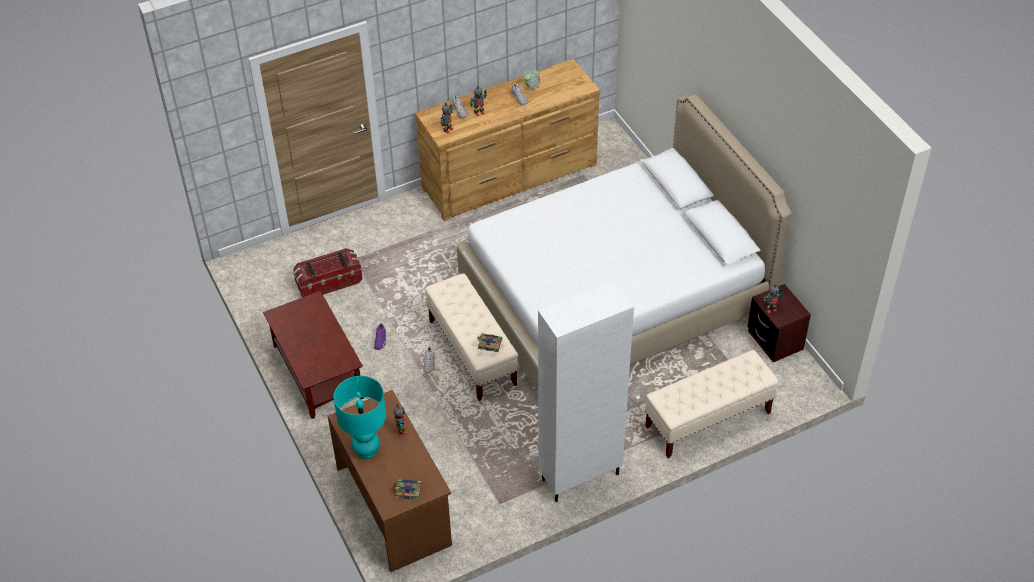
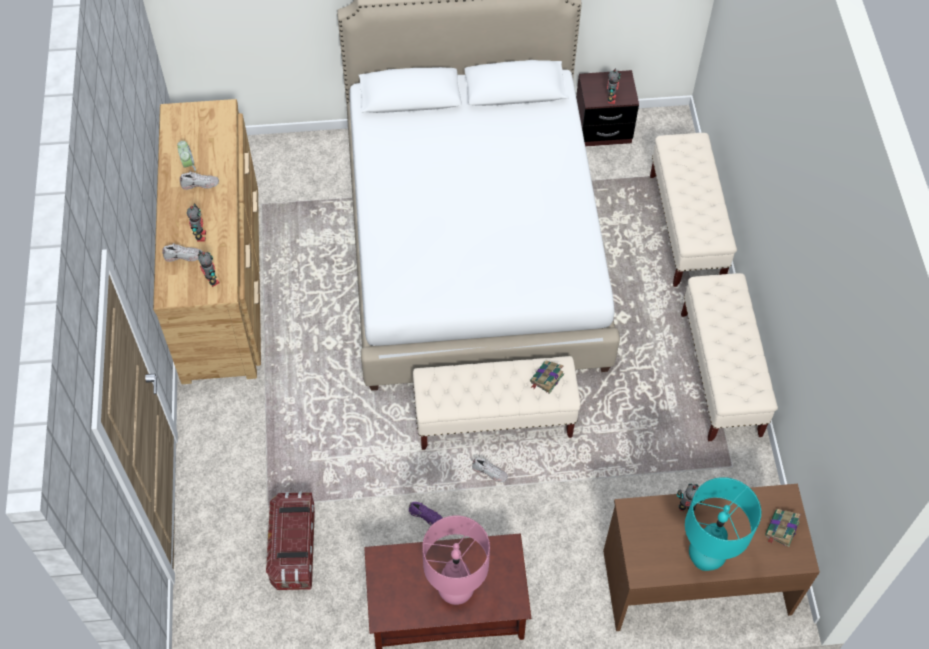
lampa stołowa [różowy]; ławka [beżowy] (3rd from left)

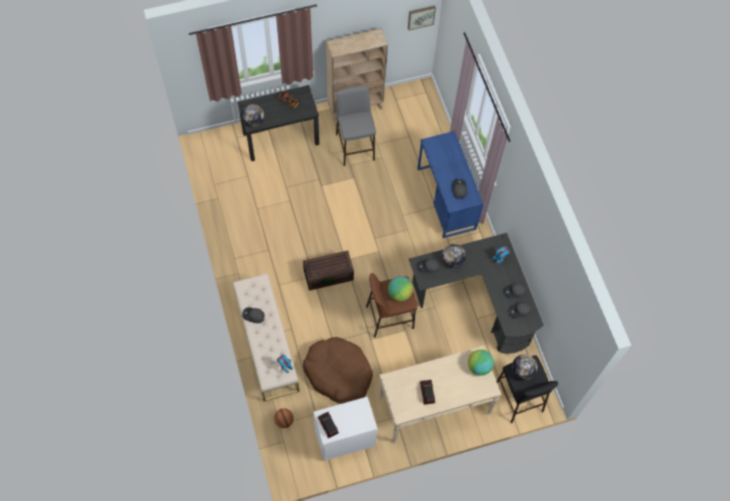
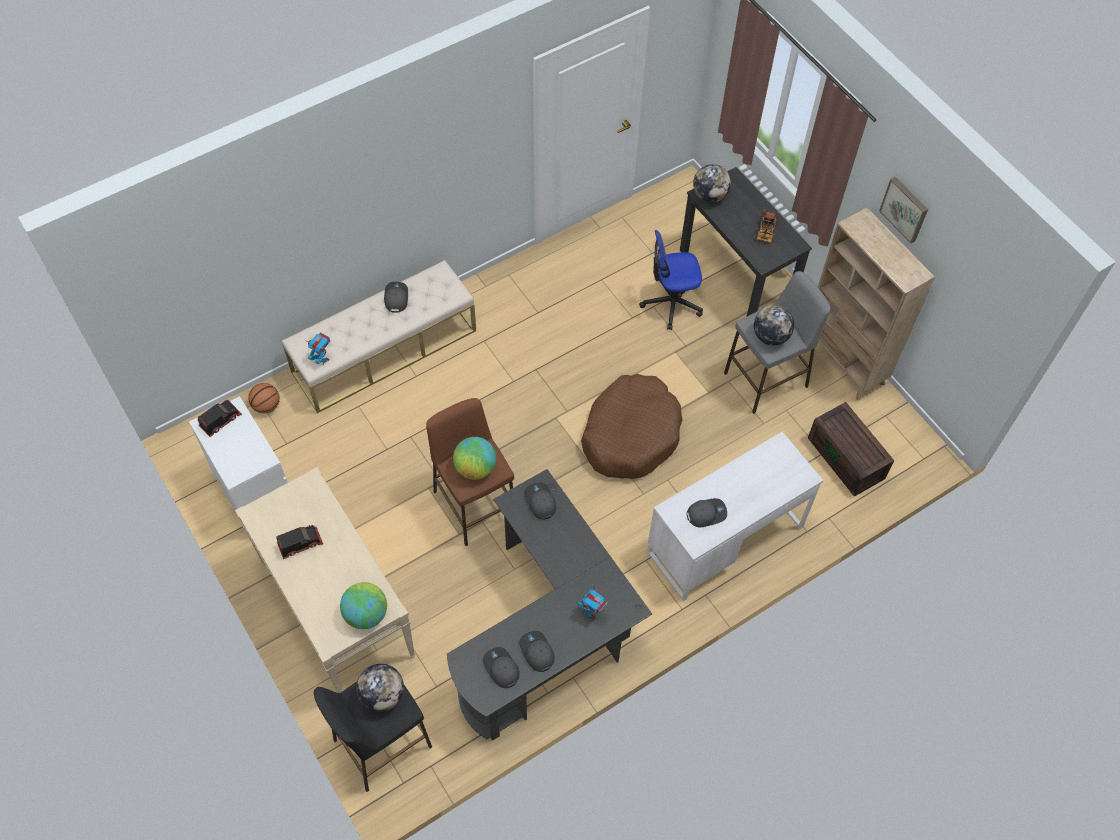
legowisko [brązowy]; krzesło biurowe; biurko [biały]; globus (5th from left); pojemnik do przechowywania [brązowy]; obraz

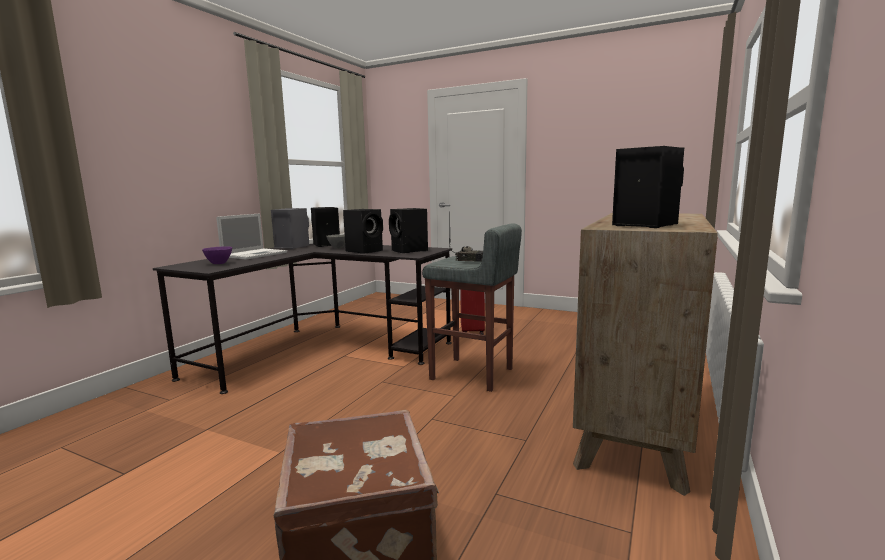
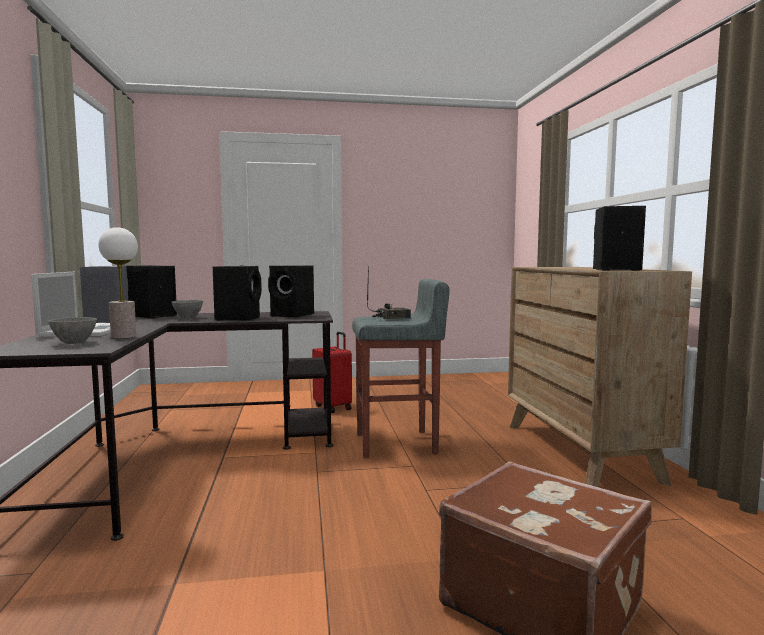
miska [szary] (1st from left); lampa stołowa

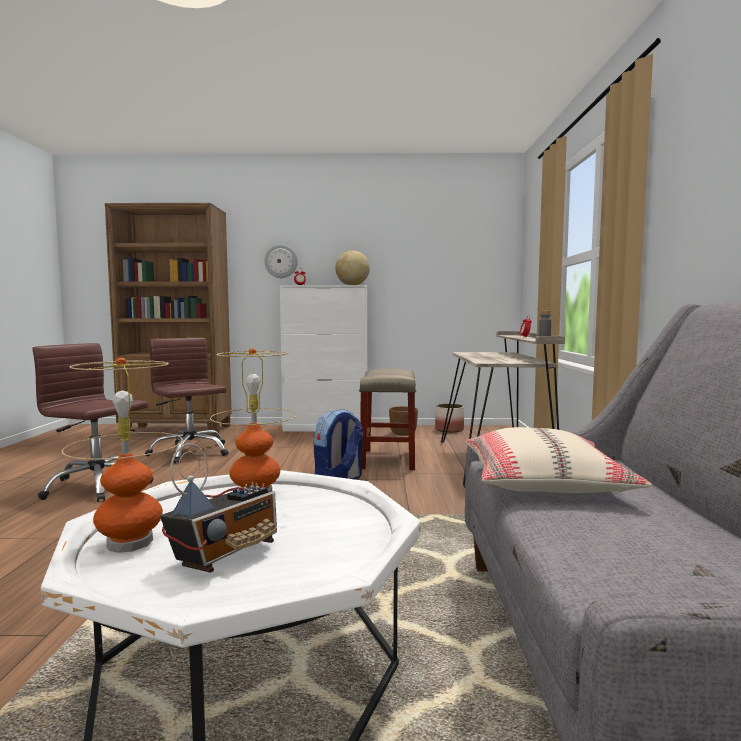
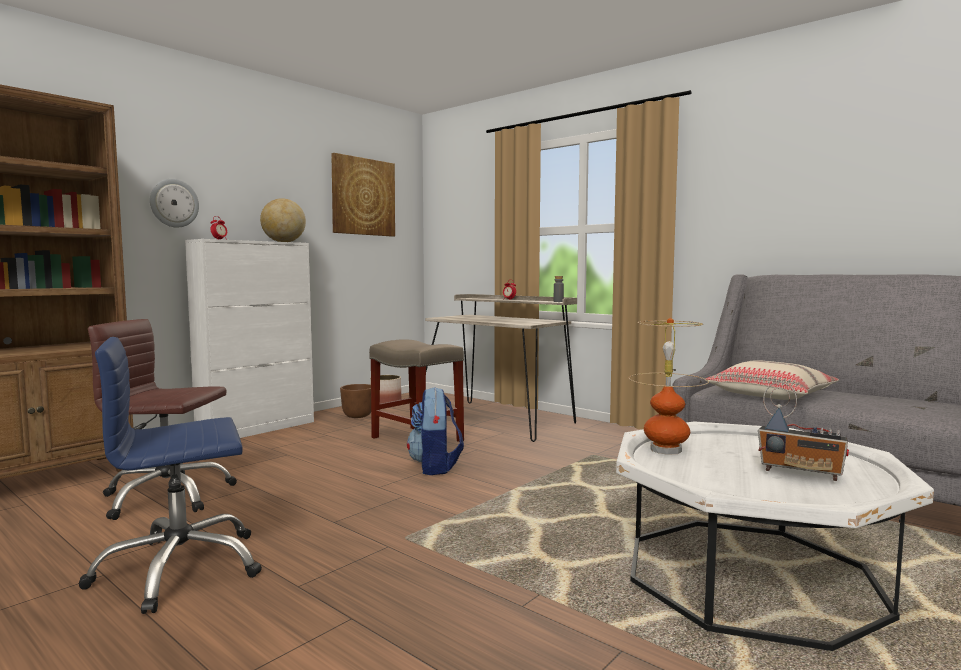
krzesło biurowe [niebieski]; obraz; radio; lampa stołowa (1st from left in the first image)

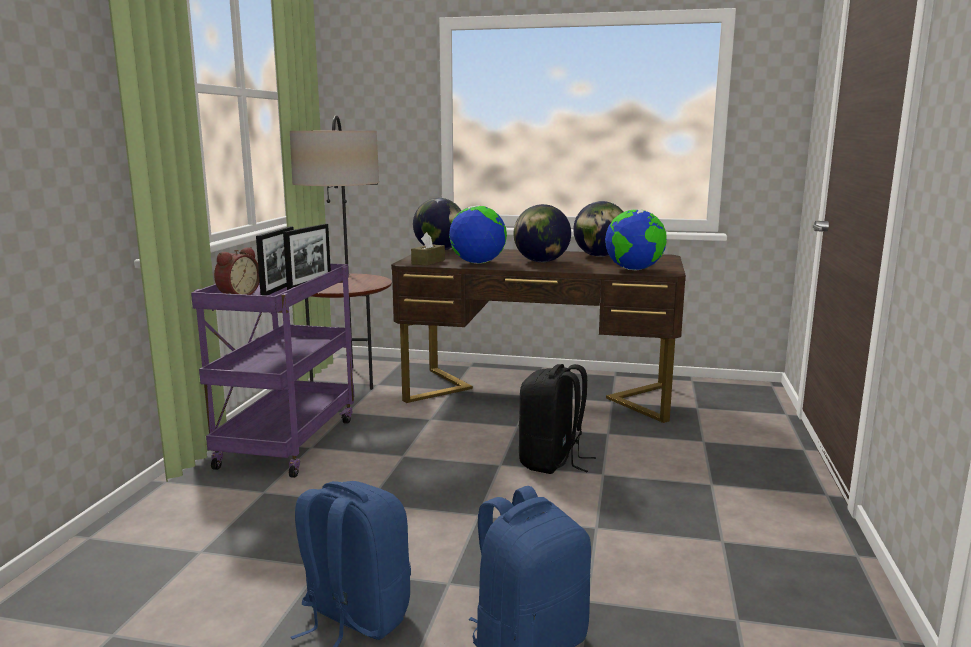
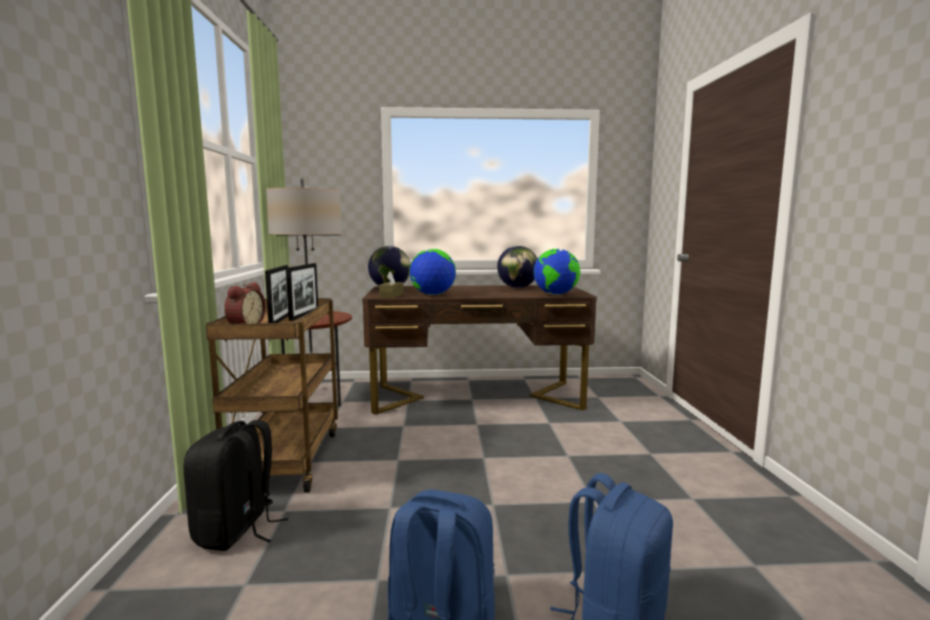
plecak [czarny]; wózek [brązowy]; globus (3rd from left in the first image)

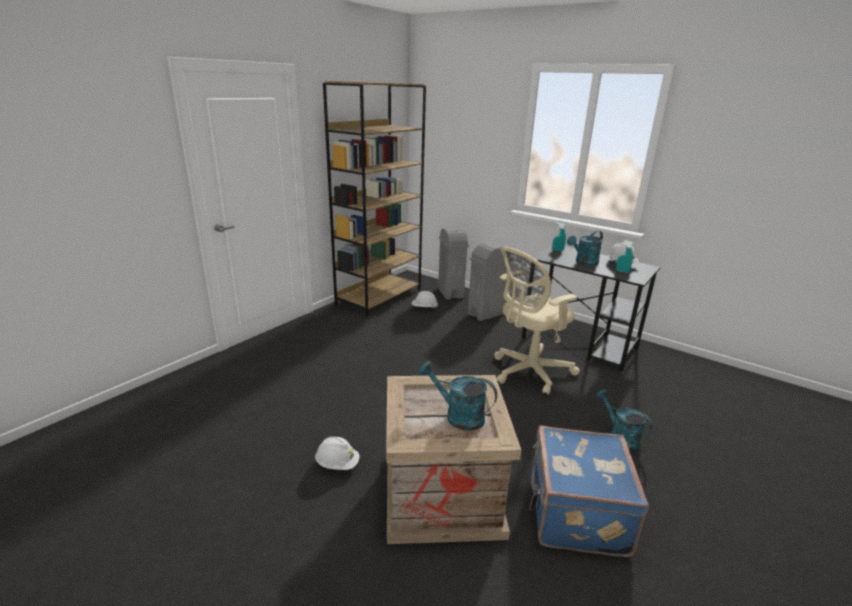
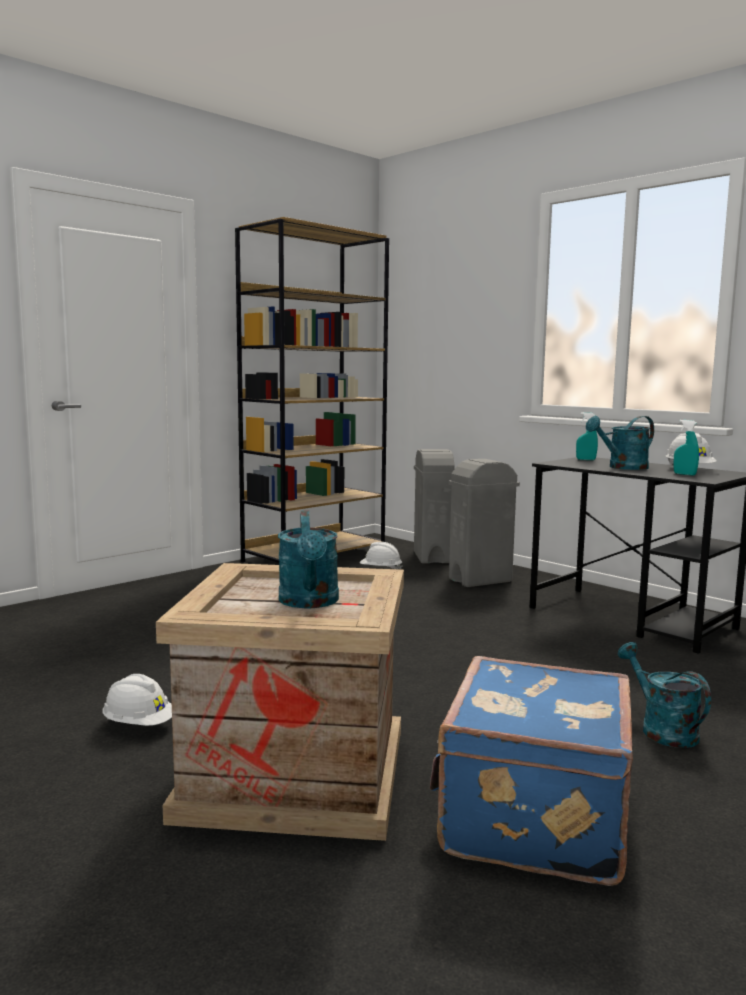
konewka [turkusowy] (1st from left); krzesło biurowe [beżowy]

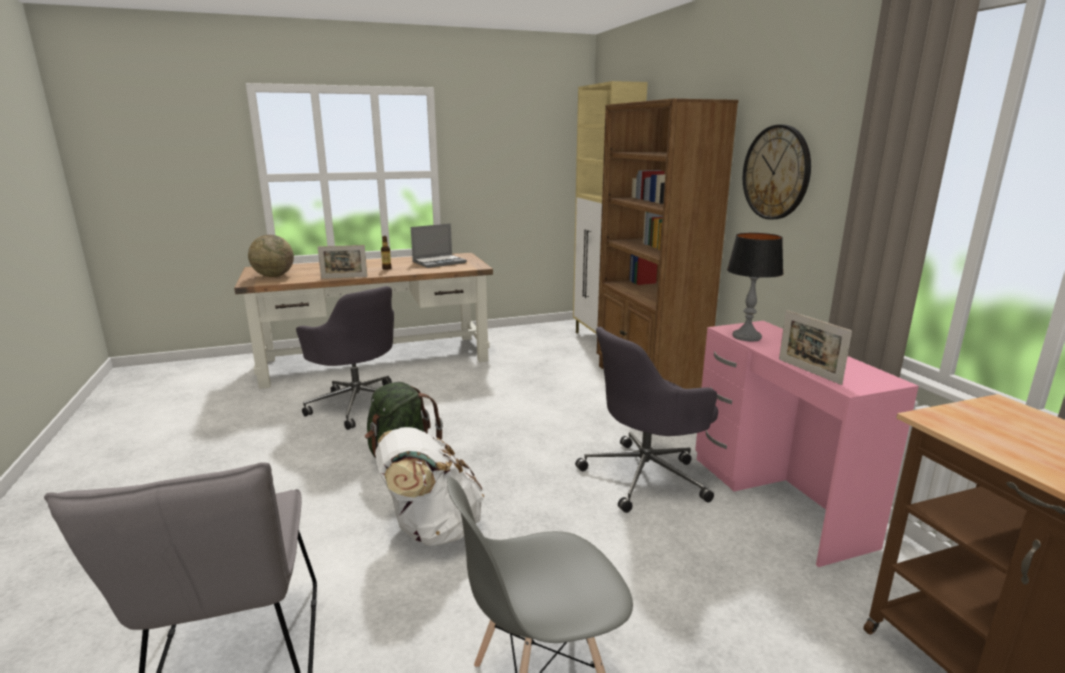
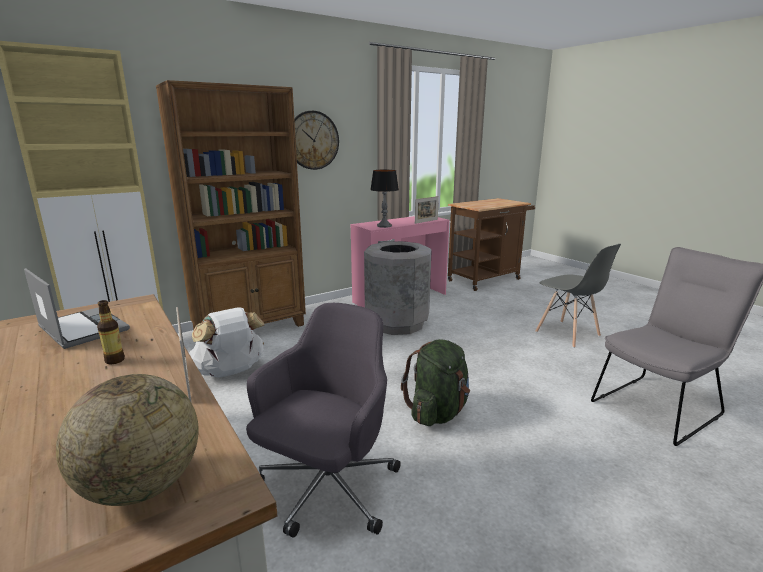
plecak [biały]; kosz na śmieci [szary]

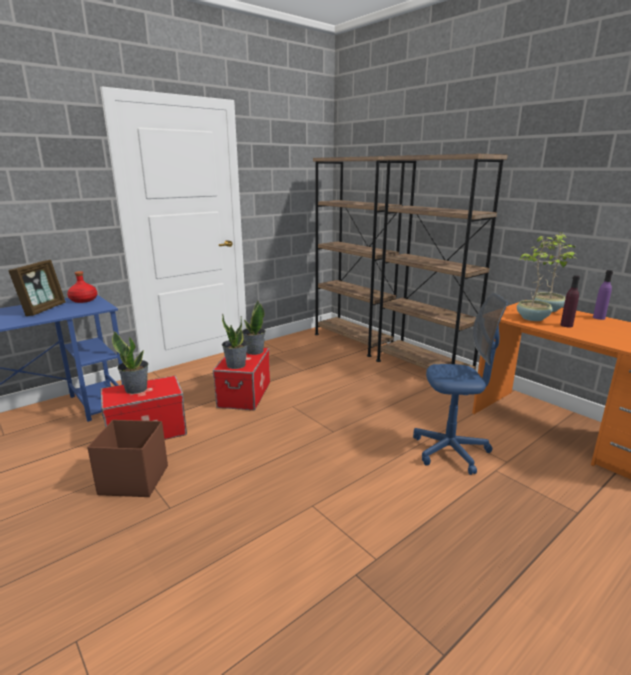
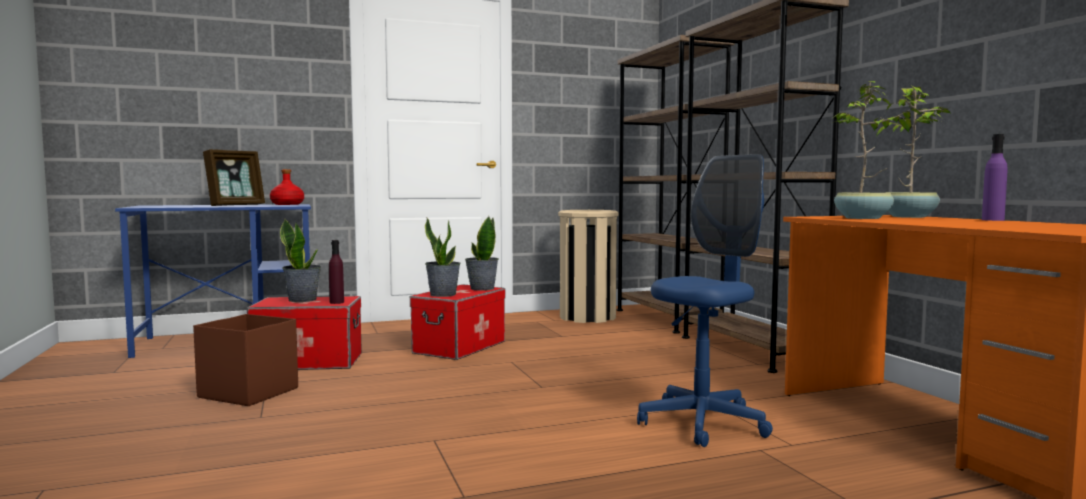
butelka [fioletowy] (1st from left); kosz na śmieci [beżowy]; krzesło biurowe [niebieski]

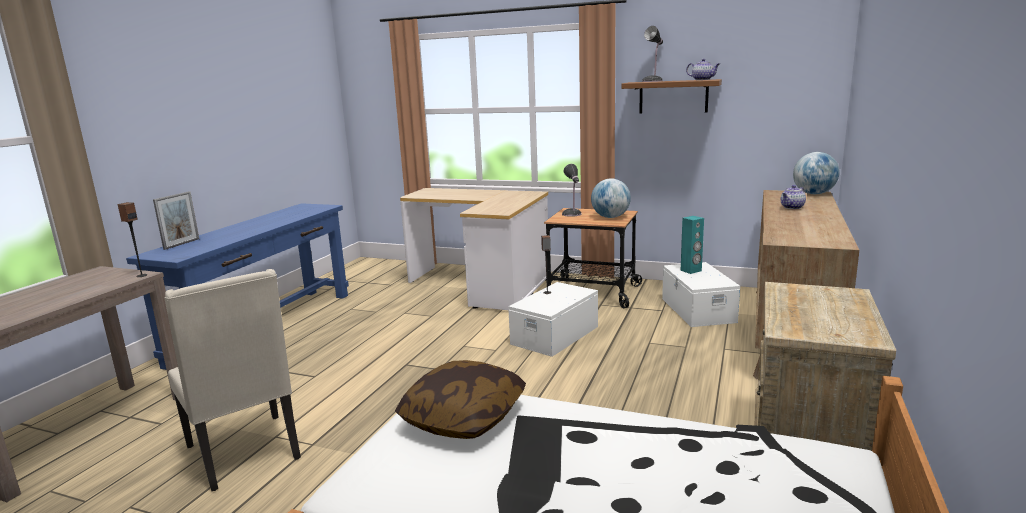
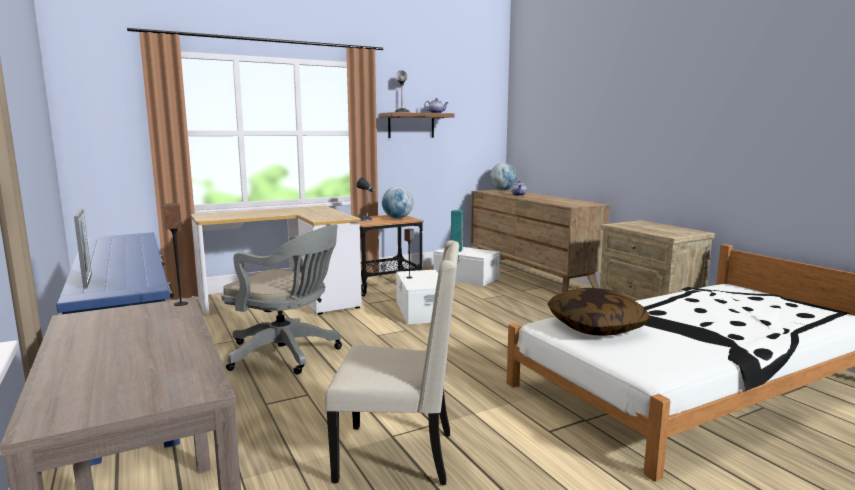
krzesło biurowe [szary]

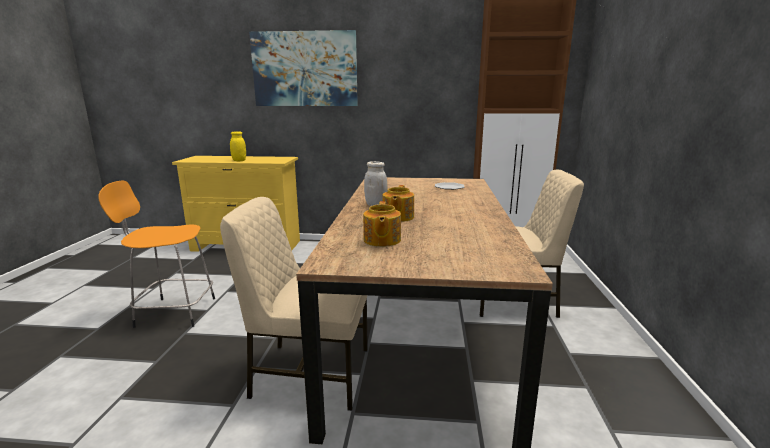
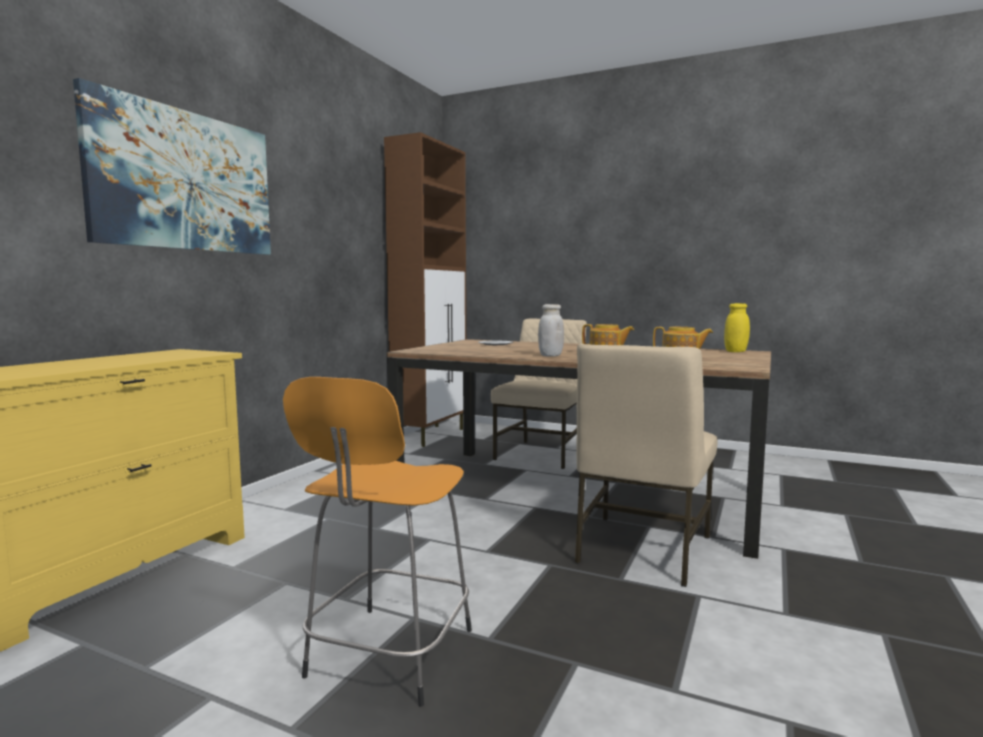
słoik [żółty]

